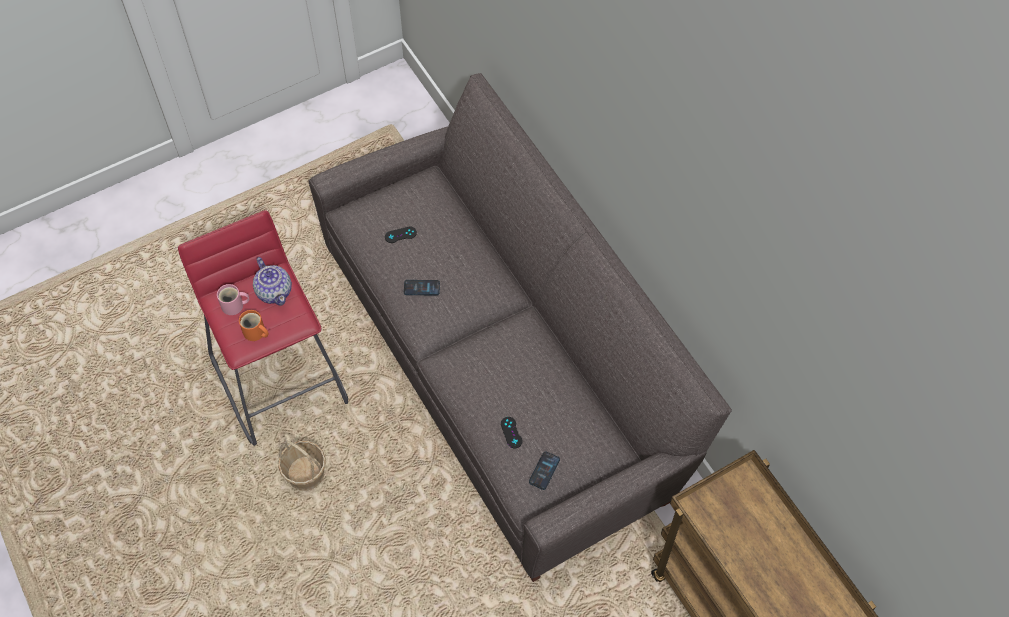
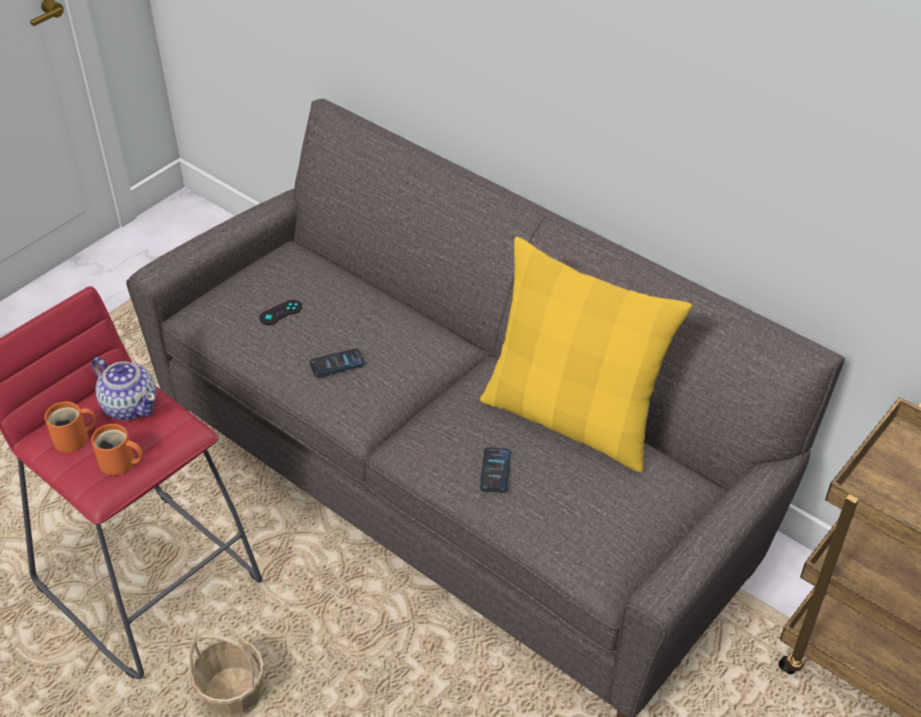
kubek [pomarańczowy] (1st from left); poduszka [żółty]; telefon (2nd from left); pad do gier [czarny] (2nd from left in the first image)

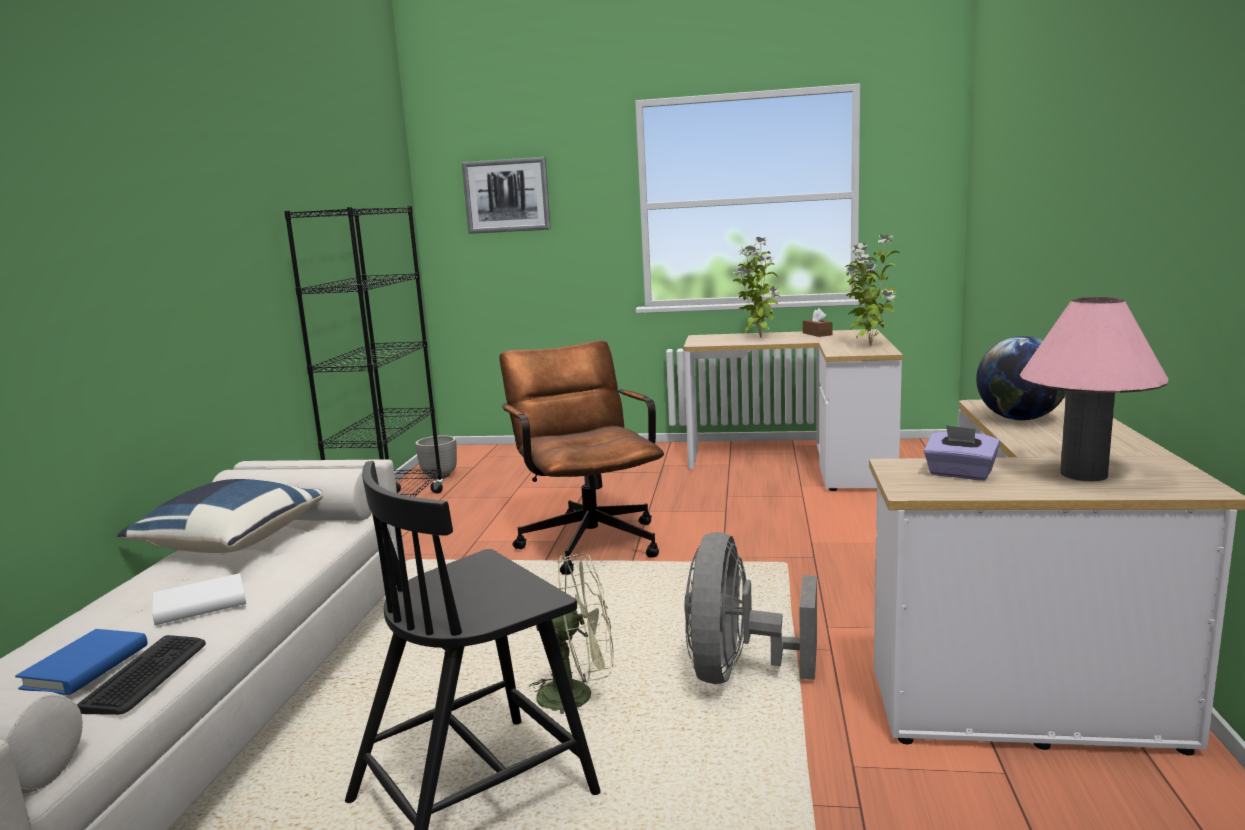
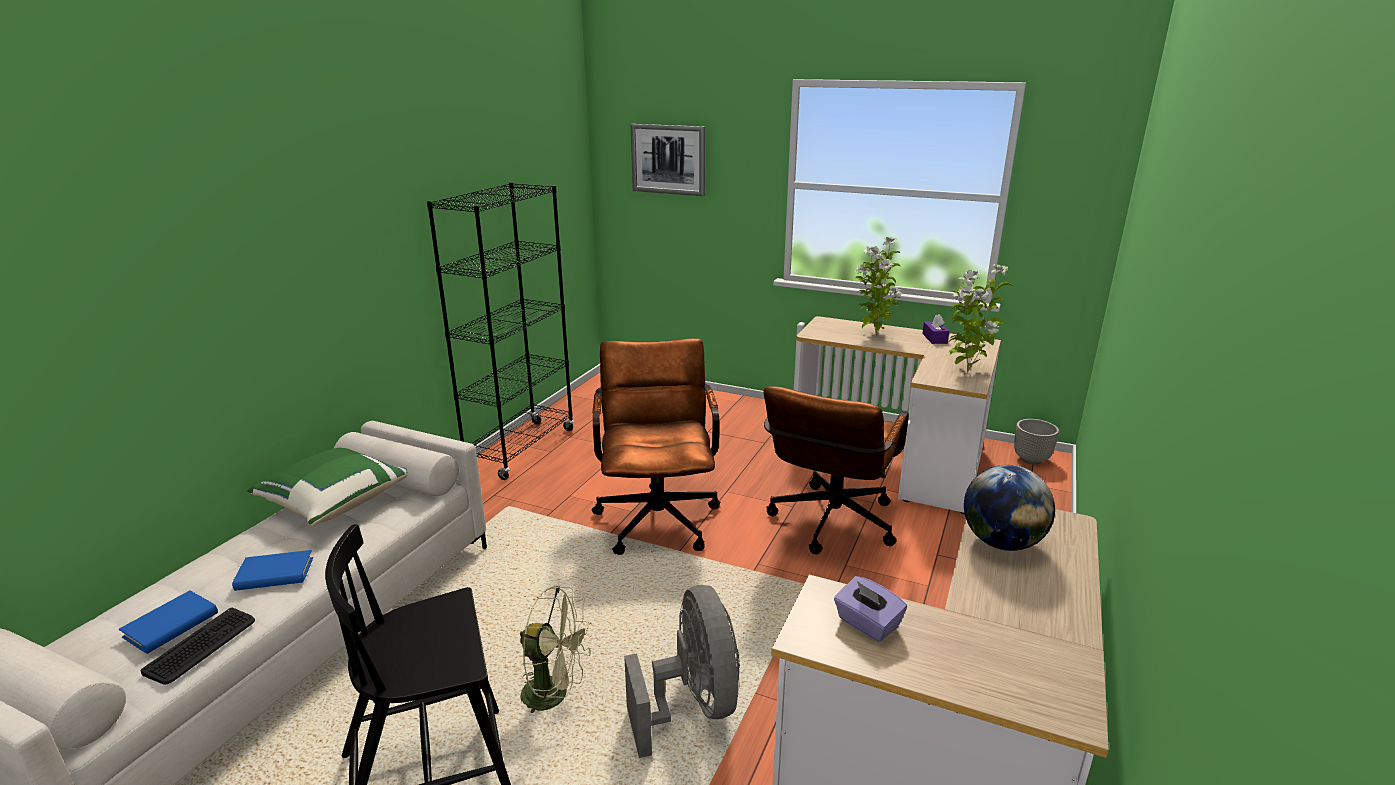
książka [niebieski] (2nd from left); poduszka [zielony]; wentylator [szary]; krzesło biurowe [brązowy] (2nd from left); pudełko chusteczek [fioletowy] (2nd from left); donica; lampa stołowa [różowy]

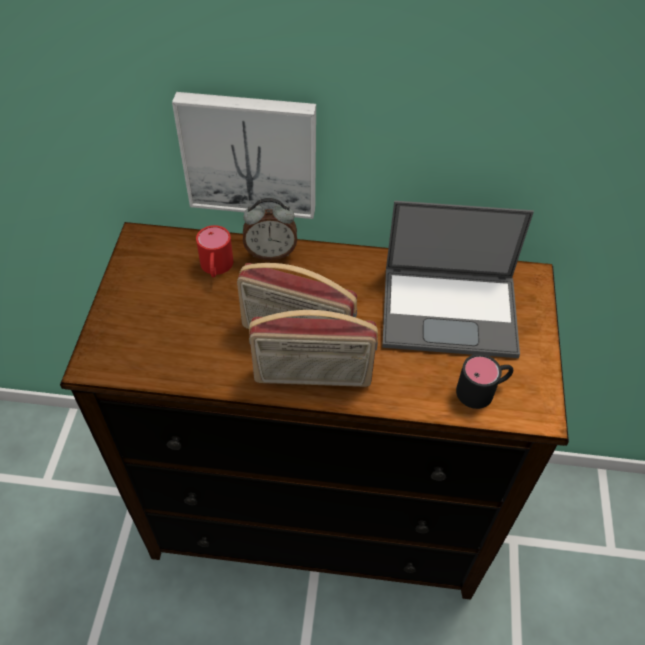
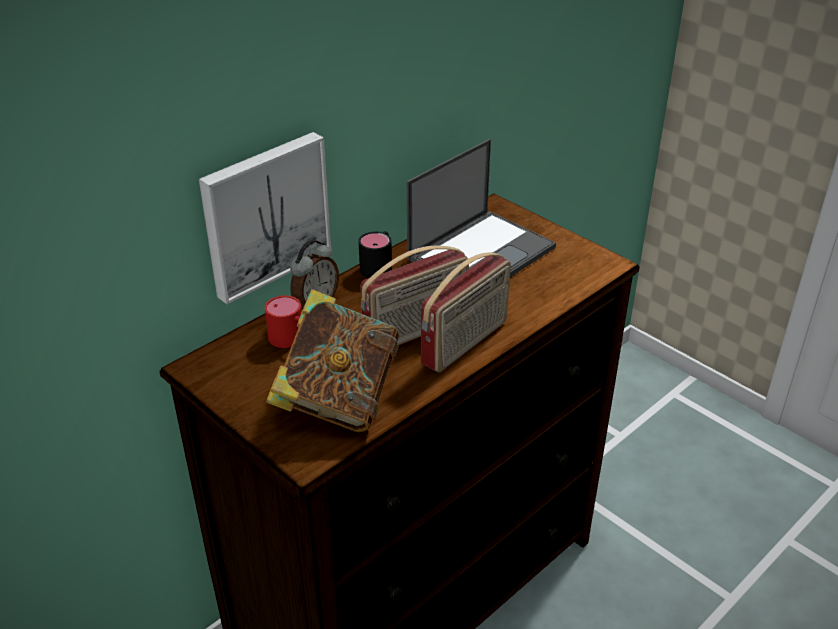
książka; kubek [czarny]

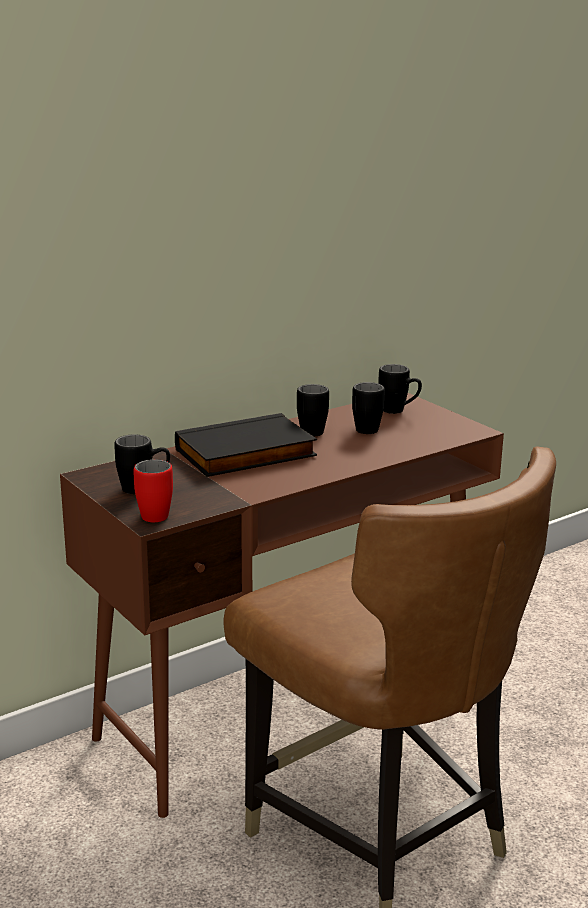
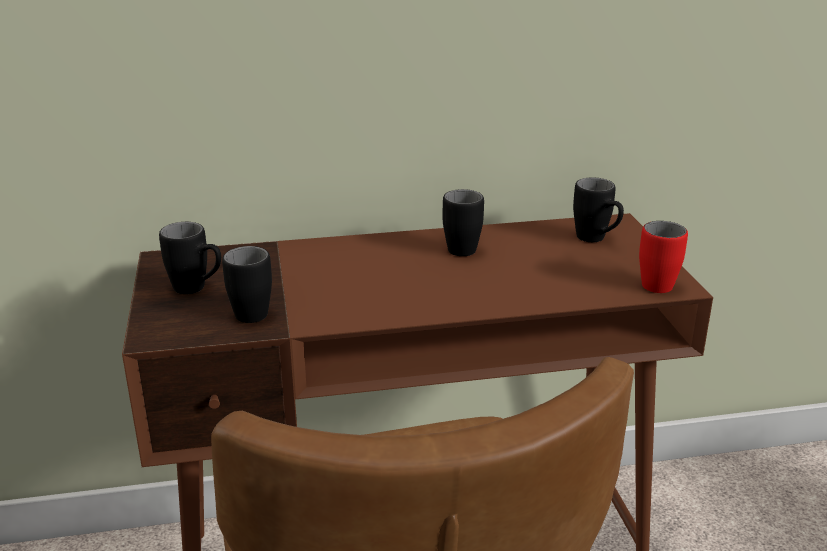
kubek [czarny] (2nd from left); kubek [czerwony]; książka [czarny]

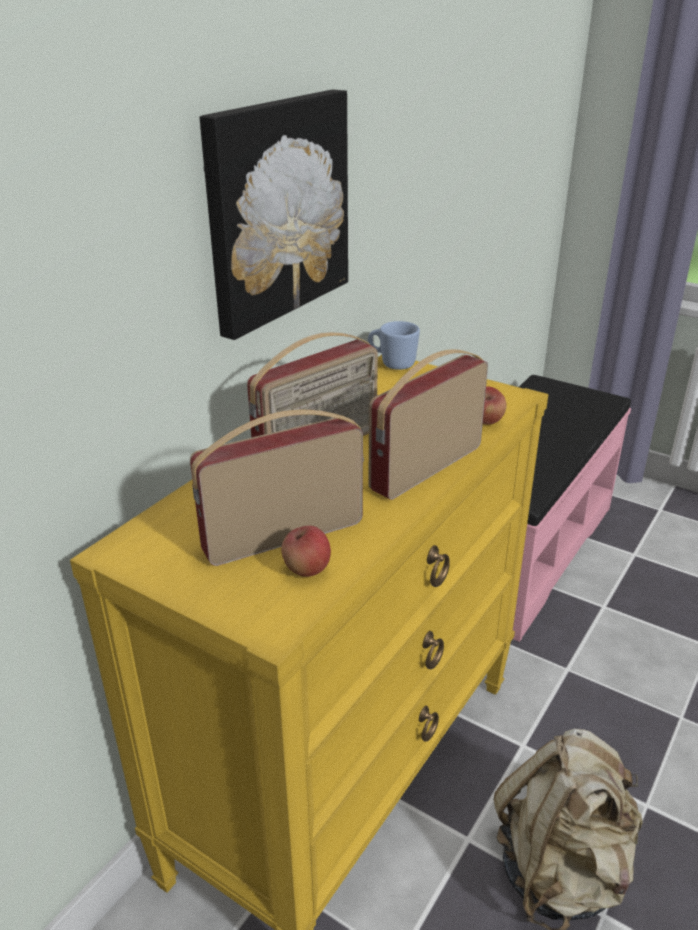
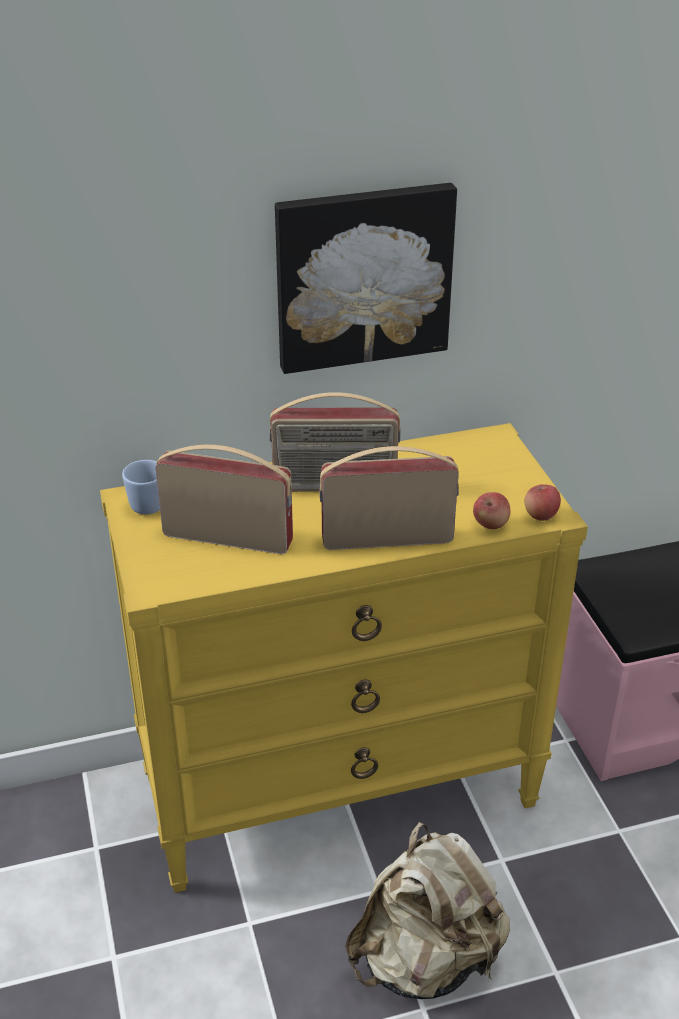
kubek [niebieski]; jabłko (2nd from left)

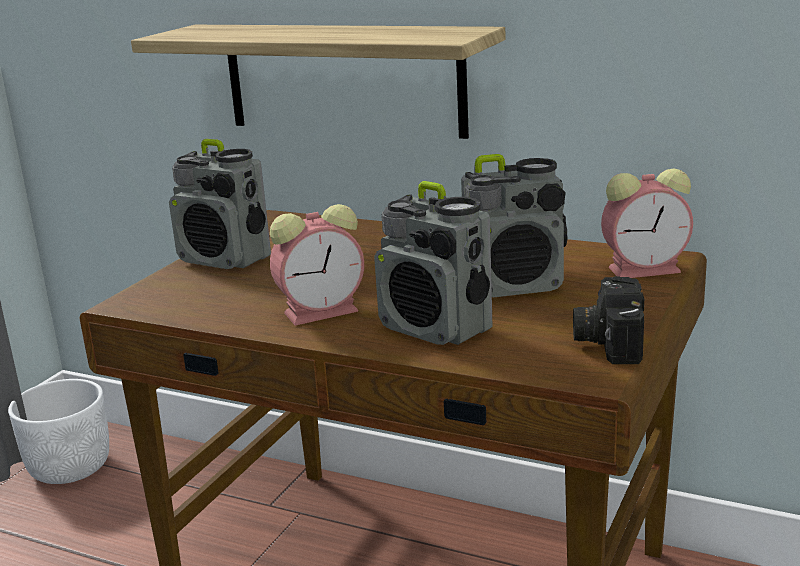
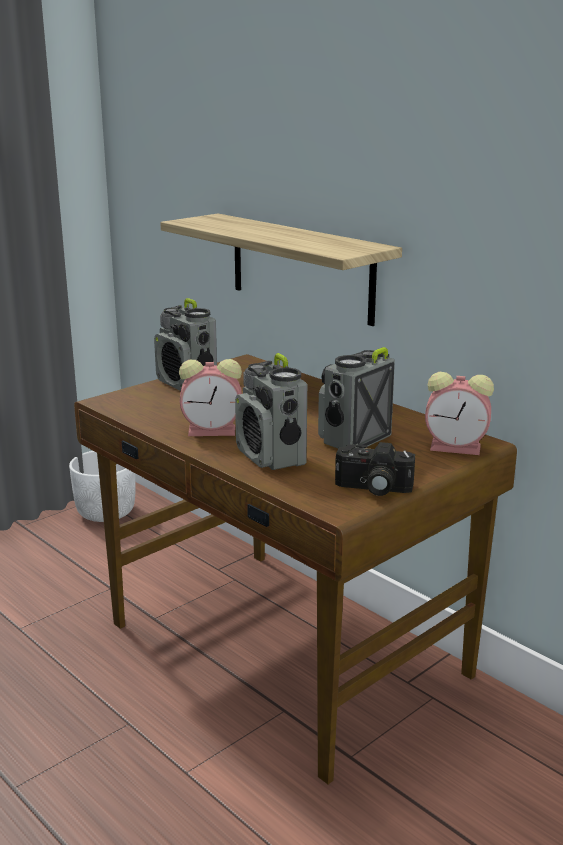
radio (3rd from left); aparat fotograficzny

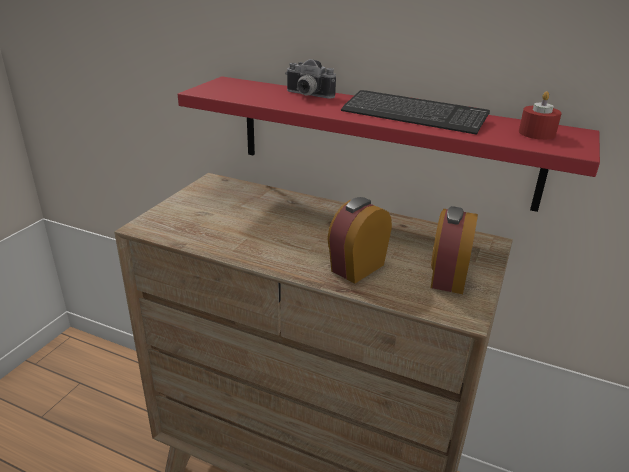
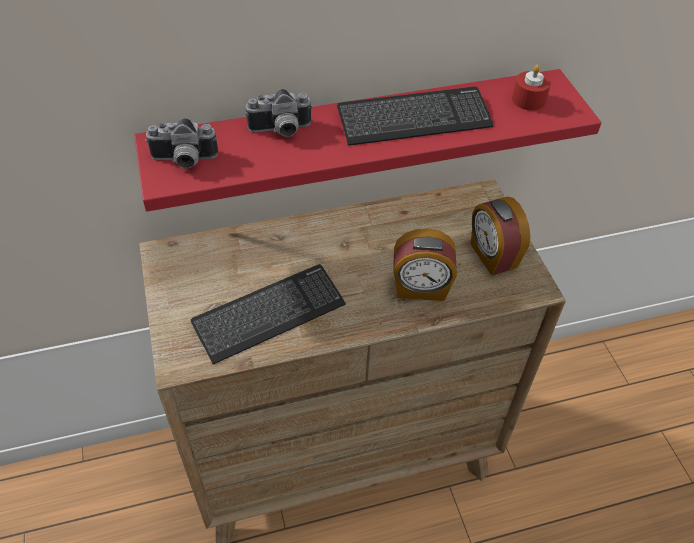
aparat fotograficzny (1st from left); klawiatura (1st from left); budzik (1st from left)

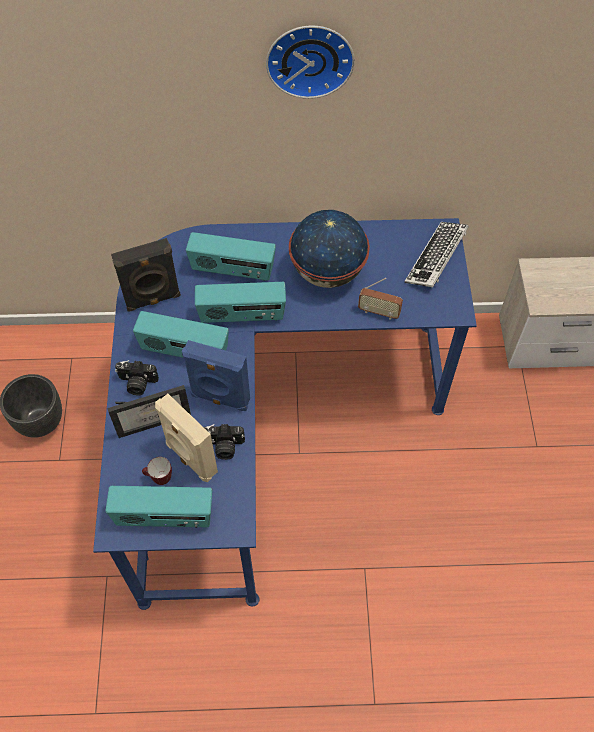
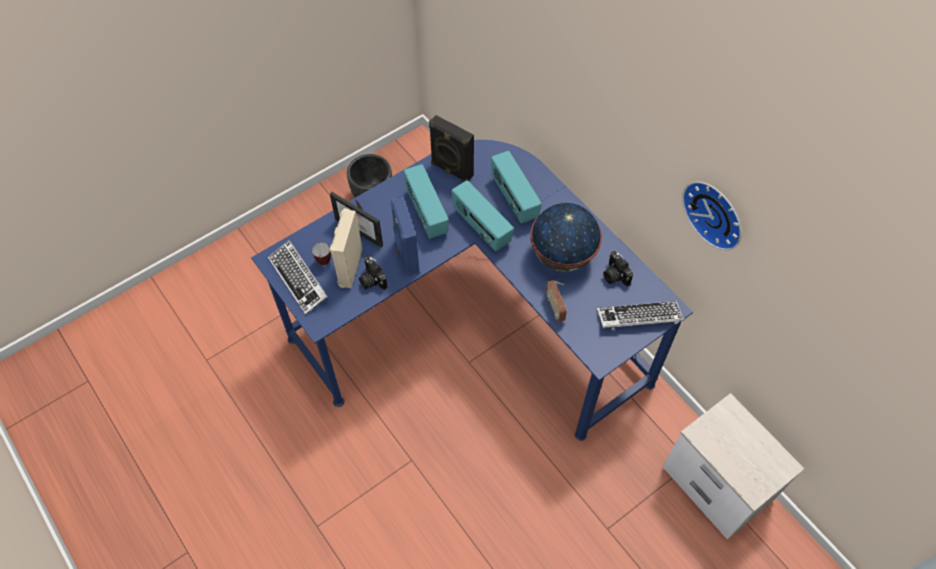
klawiatura (1st from left); aparat fotograficzny (2nd from left); zegar ścienny

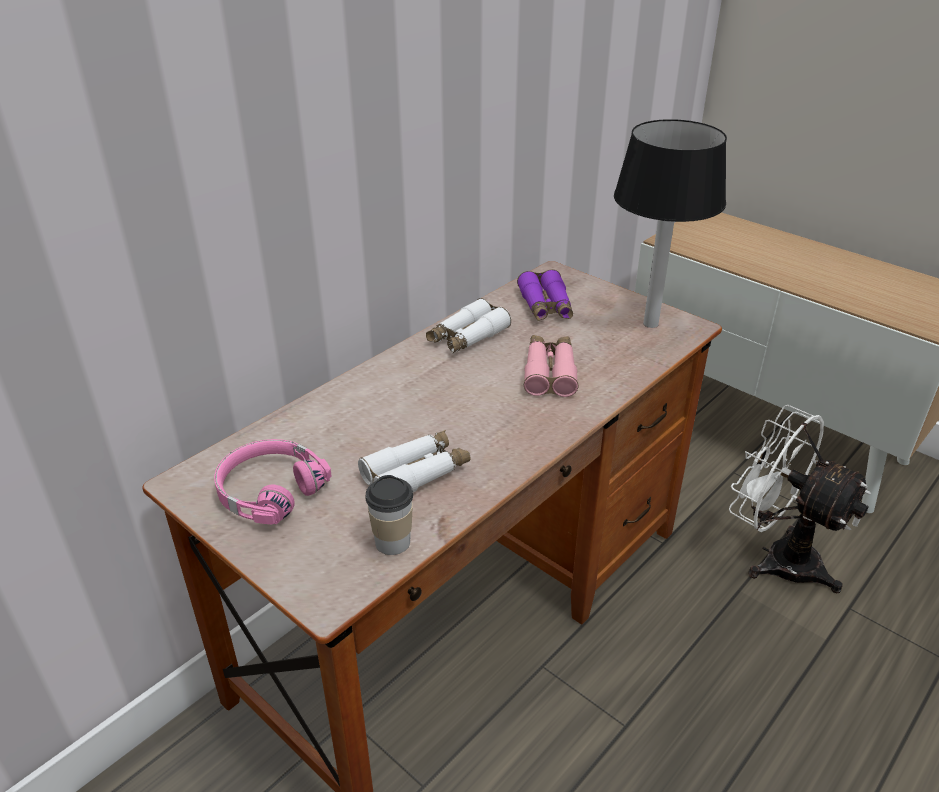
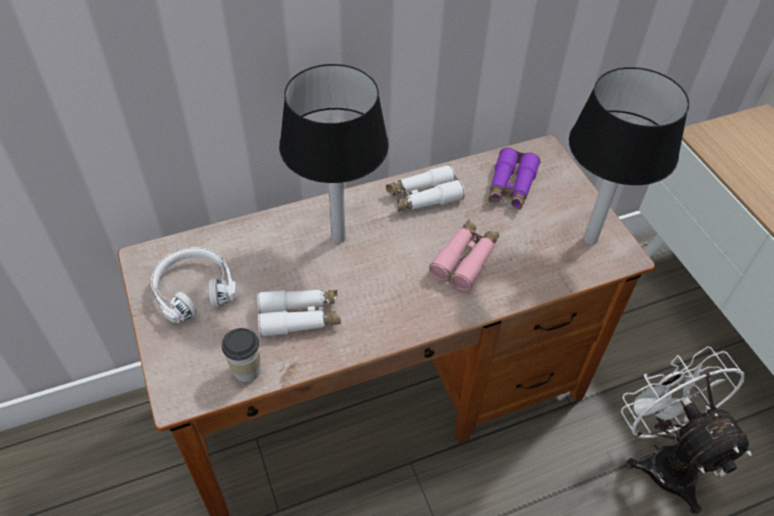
słuchawki [biały]; lampa stołowa (1st from left)

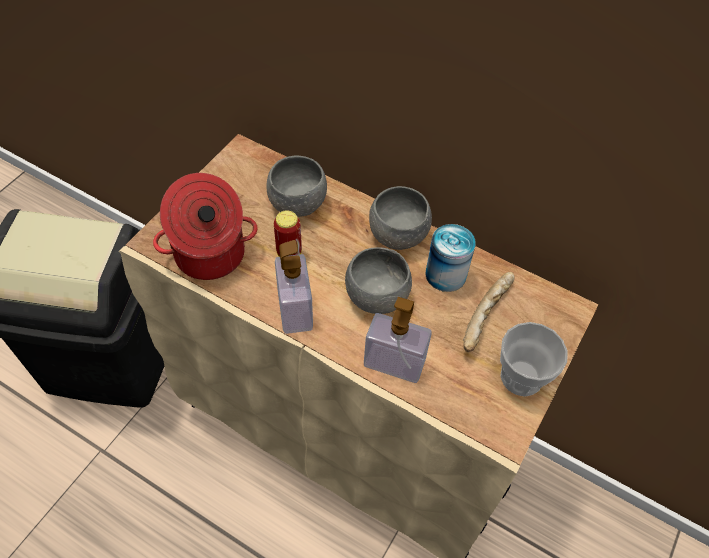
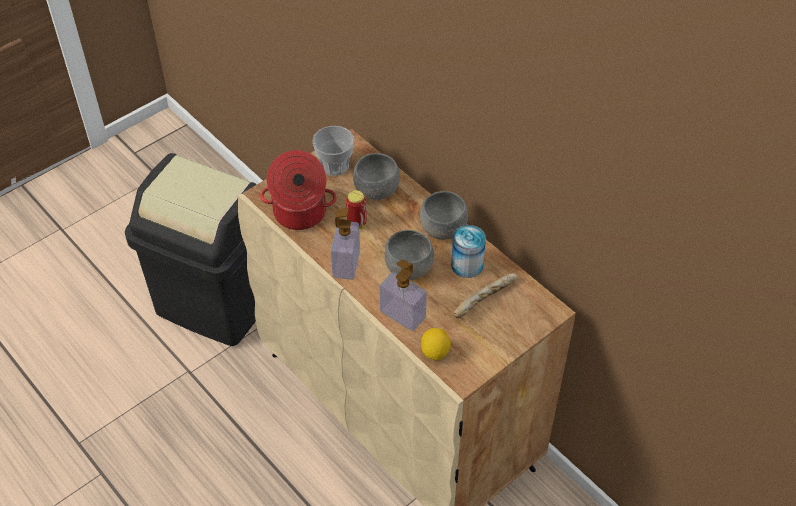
filiżanka; cytryna

